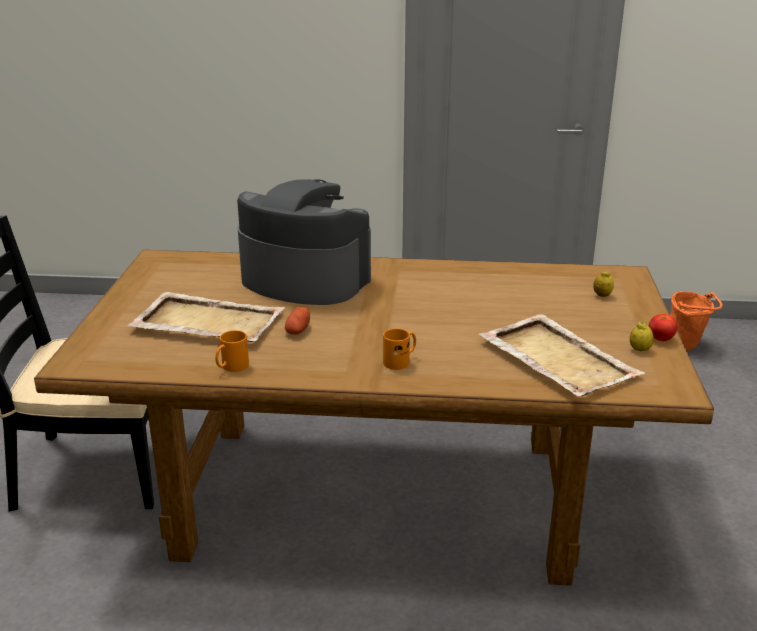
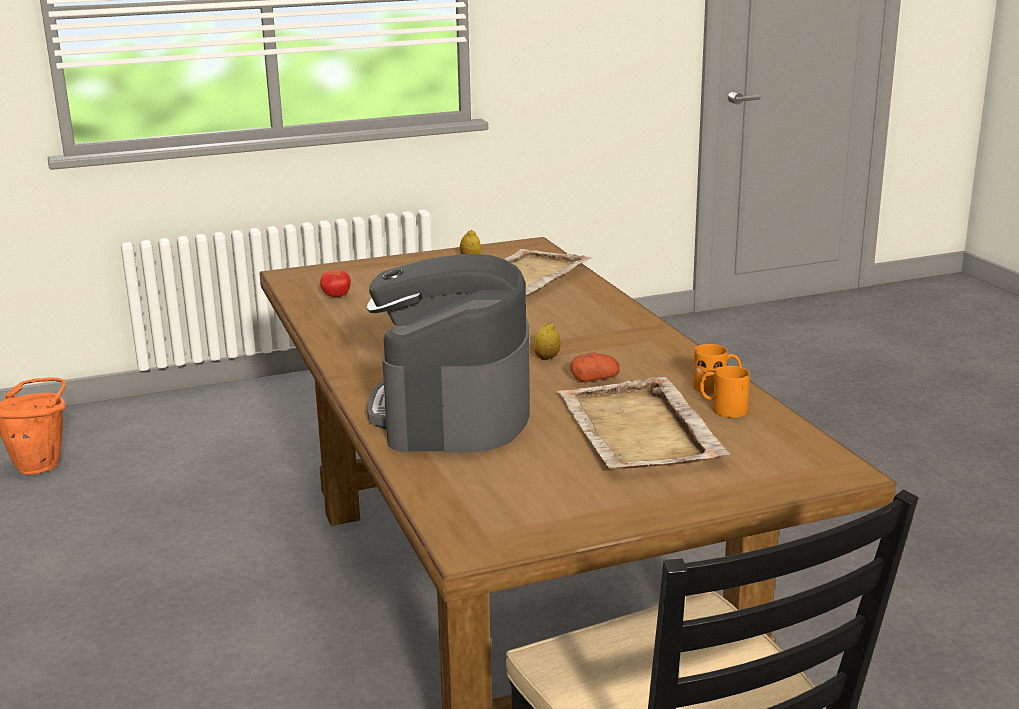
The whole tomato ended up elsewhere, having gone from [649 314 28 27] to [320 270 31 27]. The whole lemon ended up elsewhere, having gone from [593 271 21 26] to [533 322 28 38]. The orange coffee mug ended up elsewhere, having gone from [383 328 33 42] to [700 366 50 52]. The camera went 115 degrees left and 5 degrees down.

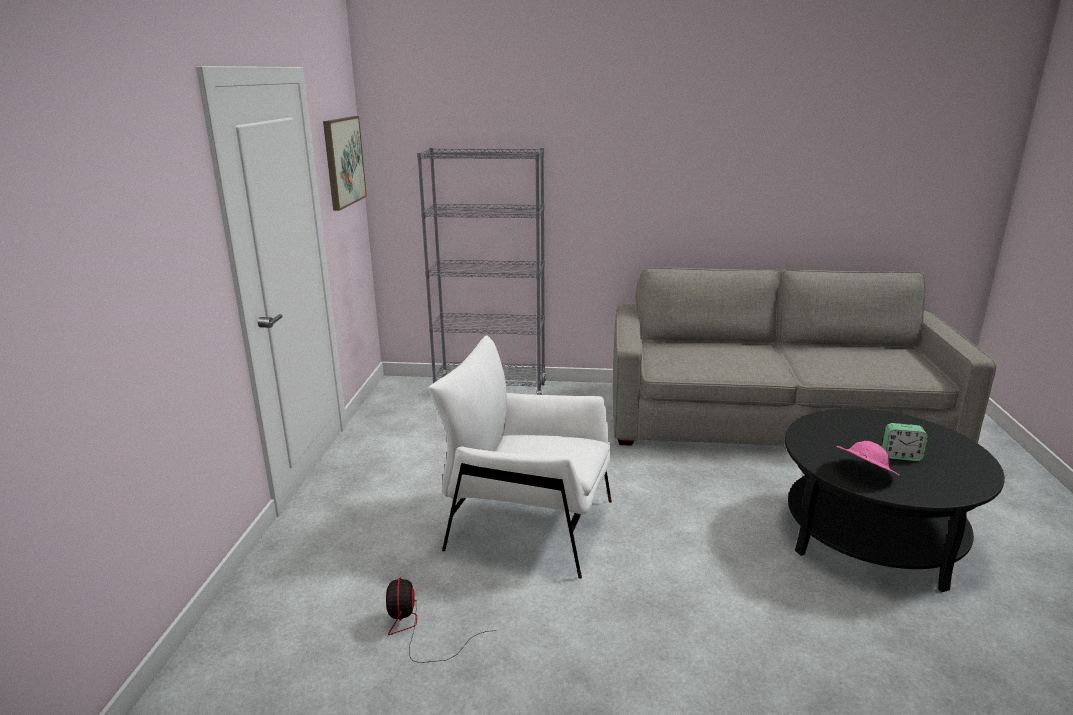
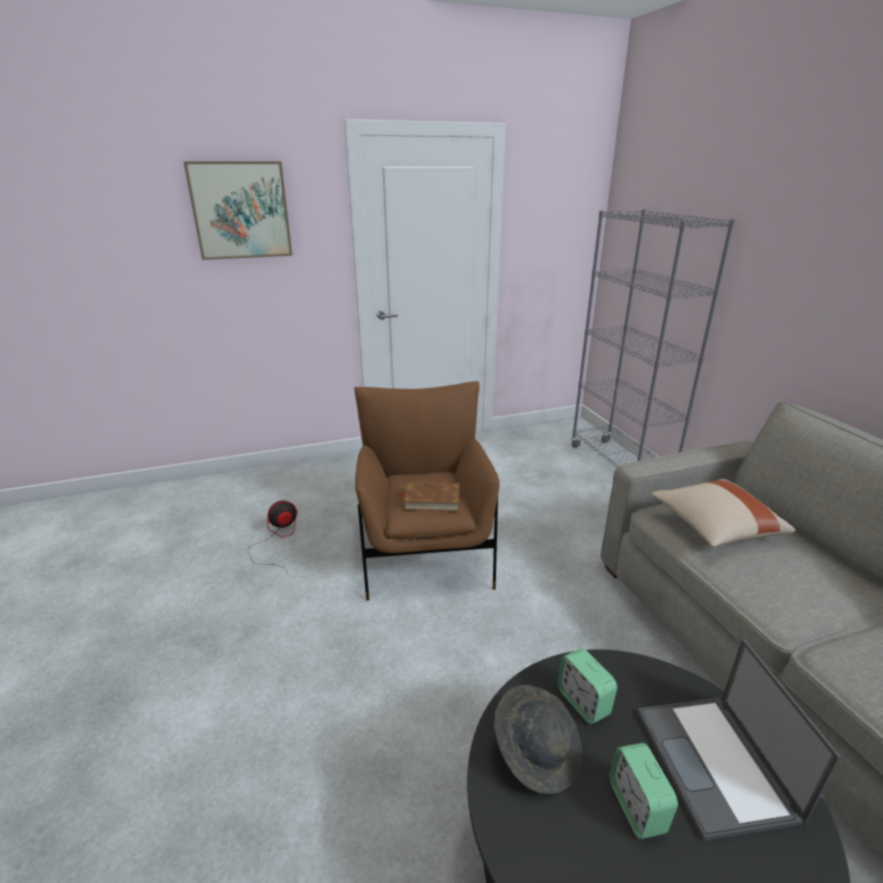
The wall picture ended up elsewhere, having gone from [323 116 44 95] to [183 161 109 99]. What was the white lounge chair at [429 335 183 244] turned into the brown-coloured lounge chair at [354 381 145 220]. The second view gained the brown-coloured bound book at [396 482 64 29]. What was the pink-coloured hat at [837 441 63 35] turned into the grey hat at [494 685 88 109]. The second view gained the alarm clock at [557 648 60 76]. The second view gained the portable computer at [637 638 204 203]. The second view gained the beige throw pillow at [651 479 145 68]. The camera went 65 degrees right and 5 degrees up.

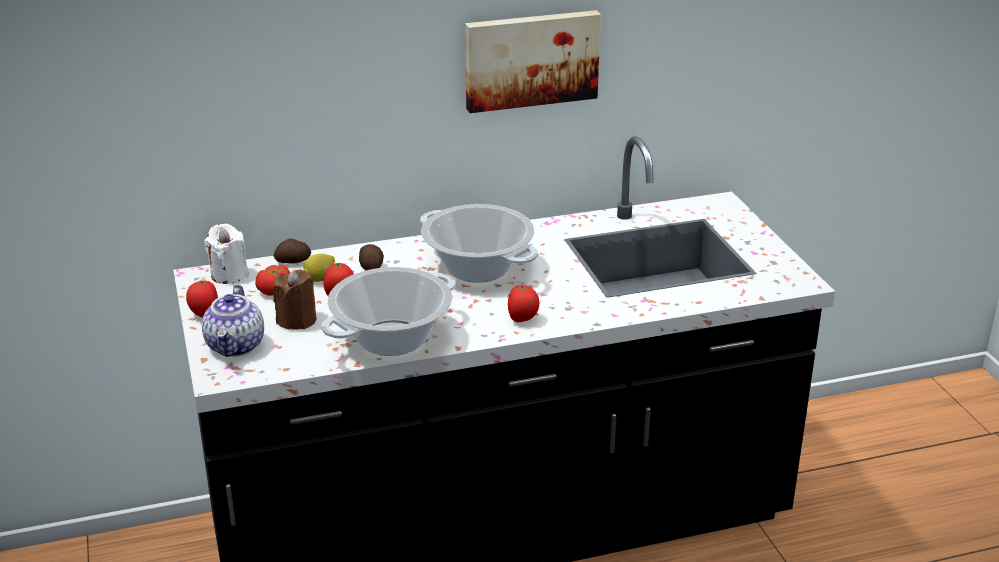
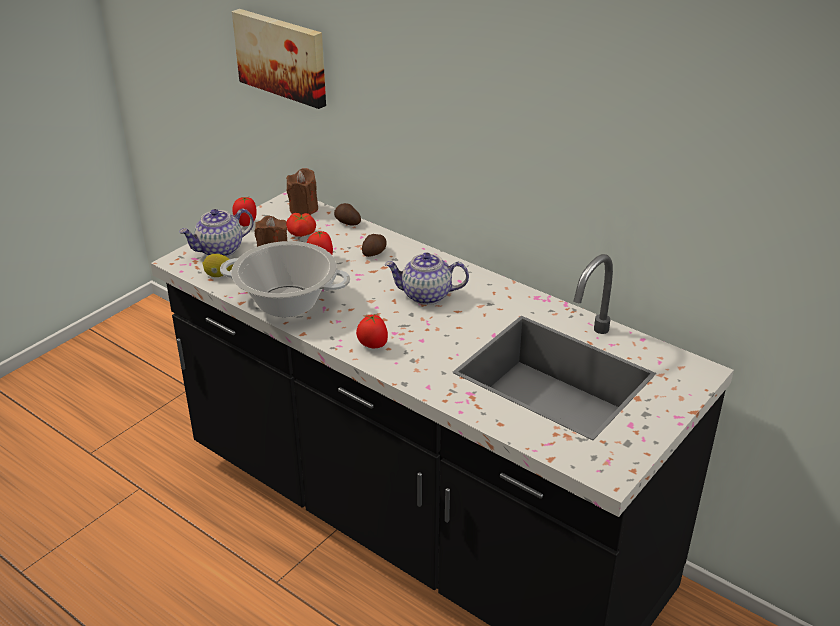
The whole lemon ended up elsewhere, having gone from [304 254 31 28] to [202 254 31 23]. The wall picture ended up elsewhere, having gone from [465 10 136 103] to [232 9 94 100]. What was the white wax light at [204 224 45 60] turned into the brown-coloured wax light at [286 168 32 47]. Where the cooking pot stood at [420 204 118 79], the tea pot came to stand at [385 252 84 53]. The camera went 55 degrees right and 5 degrees up.

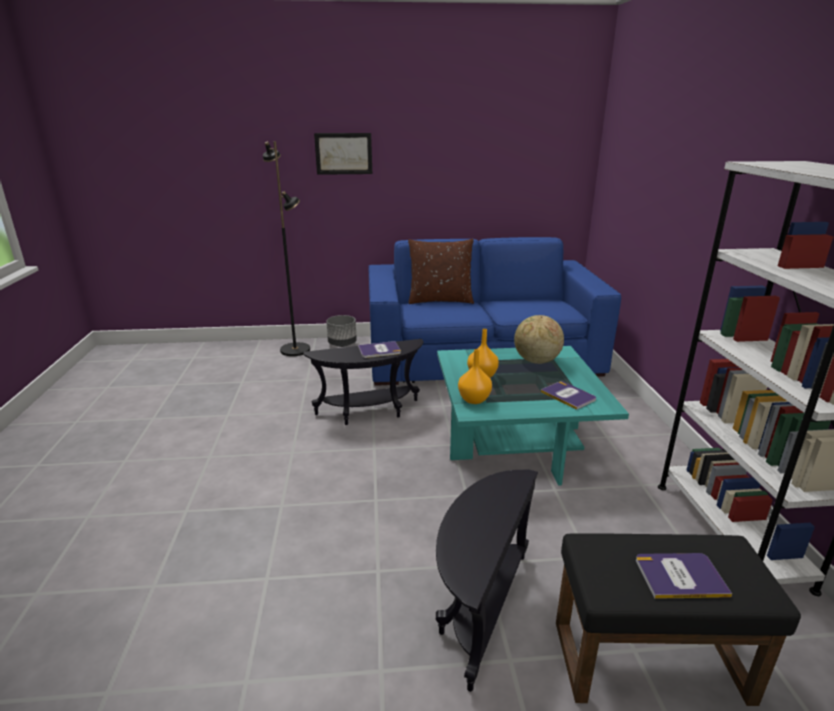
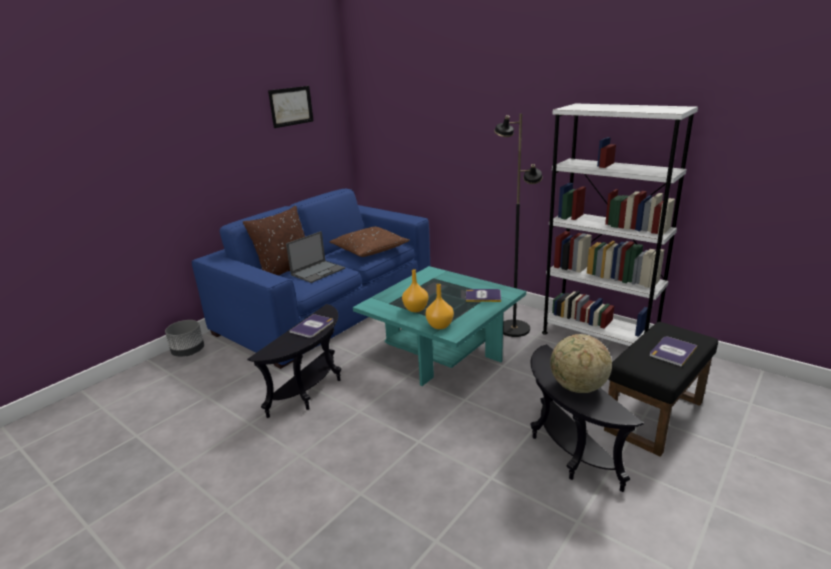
The wall picture ended up elsewhere, having gone from [314 133 58 42] to [268 86 46 42]. The second view gained the portable computer at [286 231 59 52]. The second view gained the brown-coloured throw pillow at [330 227 80 30]. The black standard lamp ended up elsewhere, having gone from [263 141 47 215] to [494 114 49 223]. The world globe ended up elsewhere, having gone from [514 315 50 49] to [550 334 62 59]. The camera went 45 degrees left and 0 degrees up.

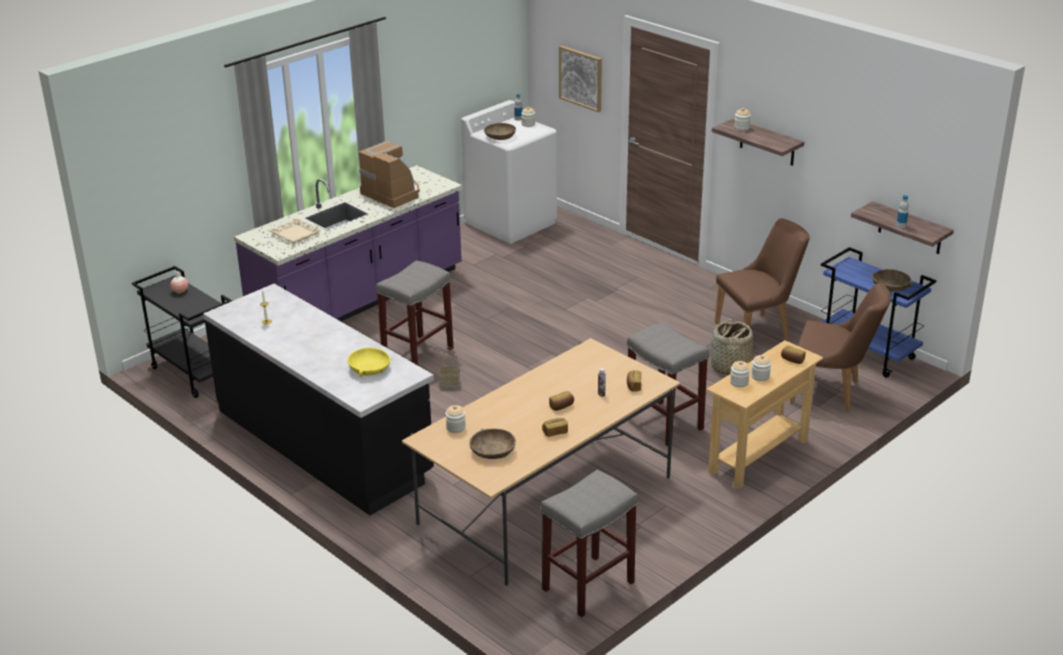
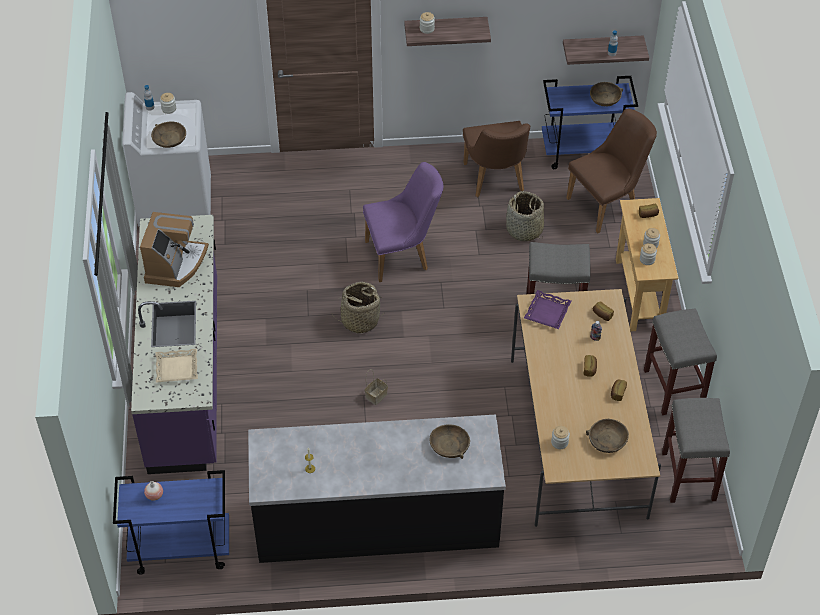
What was the black wheeled cart at [132 266 100 132] turned into the blue wheeled cart at [113 470 116 104]. The coffee brewer at [359 141 61 67] ended up facing another way, 105 degrees clockwise from before. The second view gained the basket at [332 282 51 52]. The second view gained the purplish upright chair at [363 162 80 120]. What was the yellow-coloured deep dish at [348 348 42 29] turned into the brown-coloured deep dish at [430 425 40 34]. The brown-coloured upright chair at [715 218 95 122] ended up facing another way, 150 degrees clockwise from before. The second view gained the purplish carrying tray at [524 290 47 39]. The grey stool ended up elsewhere, having gone from [376 261 78 104] to [644 308 73 107]. The second view lost the wall picture at [559 46 43 66]. The camera went 50 degrees left and 20 degrees up.

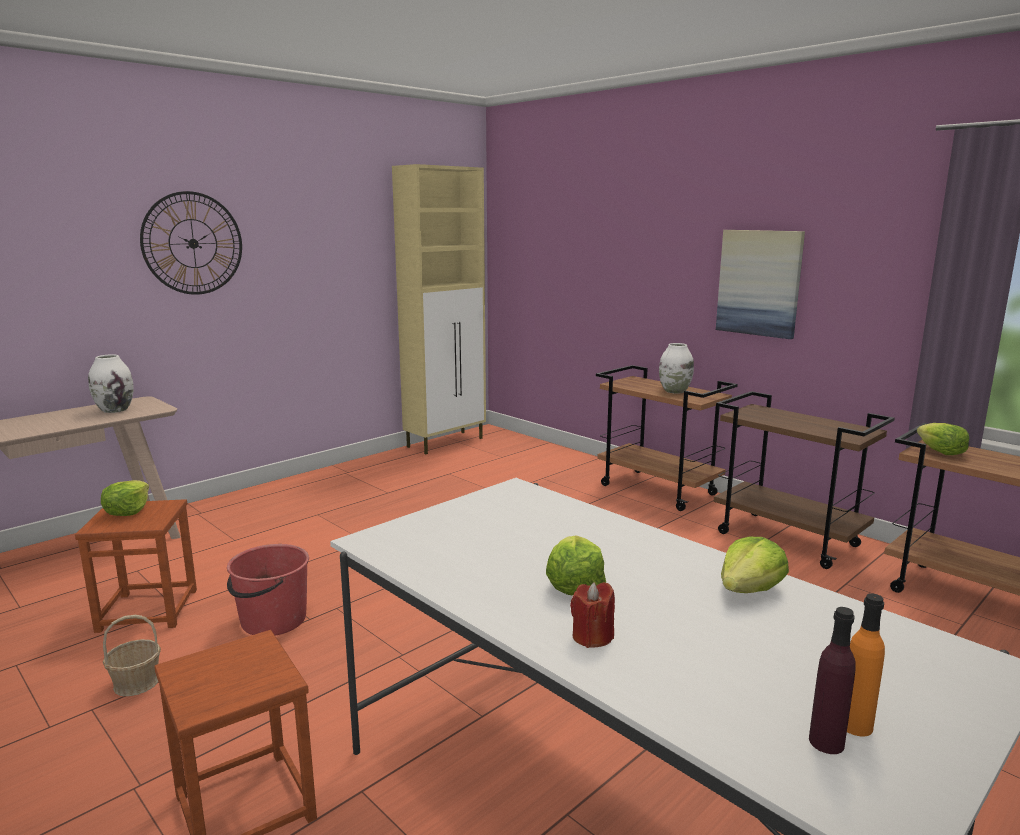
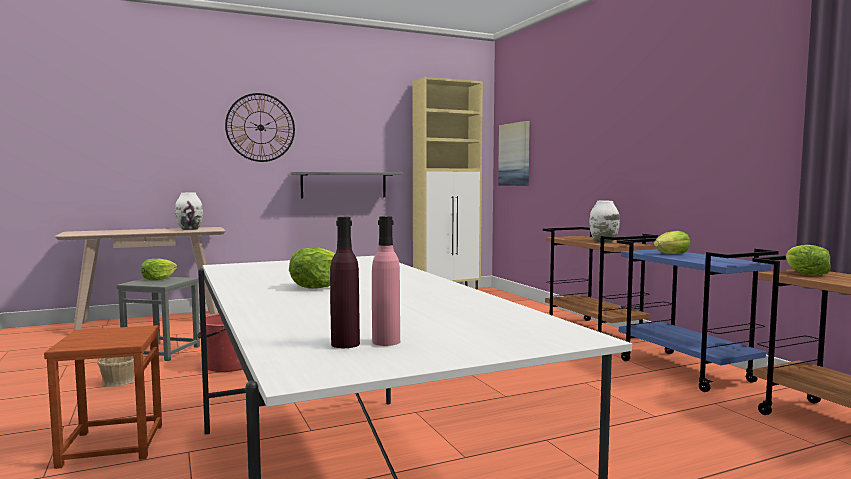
What was the brown-coloured stool at [75 499 122 134] turned into the grey stool at [117 277 83 84]. The second view gained the grey wall shelf at [291 172 113 26]. What was the orange beverage bottle at [847 593 38 143] turned into the pink-coloured beverage bottle at [372 216 28 130]. The wall picture ended up elsewhere, having gone from [716 230 89 109] to [498 121 32 65]. What was the brown-coloured wheeled cart at [714 391 181 178] turned into the blue wheeled cart at [617 238 162 154]. The lettuce head ended up elsewhere, having gone from [721 537 68 56] to [654 231 36 23]. The second view lost the red wax light at [570 582 45 66]. The camera went 20 degrees right and 10 degrees down.

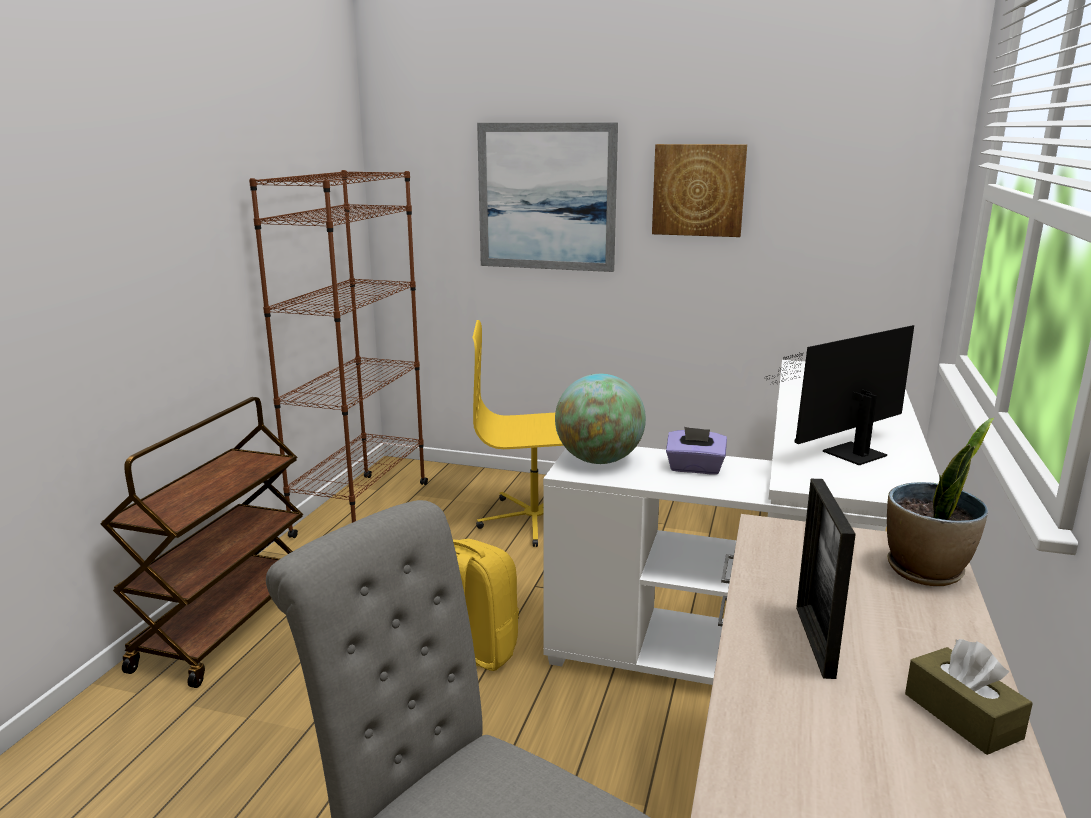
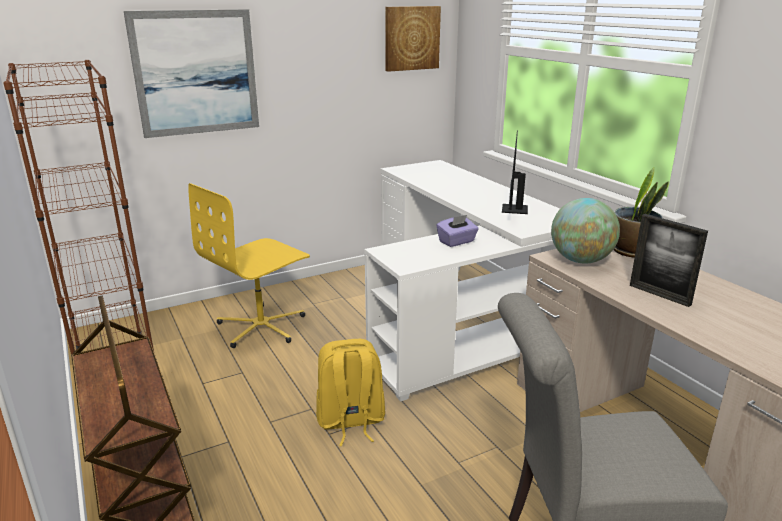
The wall picture ended up elsewhere, having gone from [652 144 95 93] to [385 6 56 66]. The world globe ended up elsewhere, having gone from [555 374 91 90] to [551 198 69 65]. The second view lost the brown-coloured tissue holder at [905 639 128 116]. The camera went 45 degrees left and 5 degrees up.

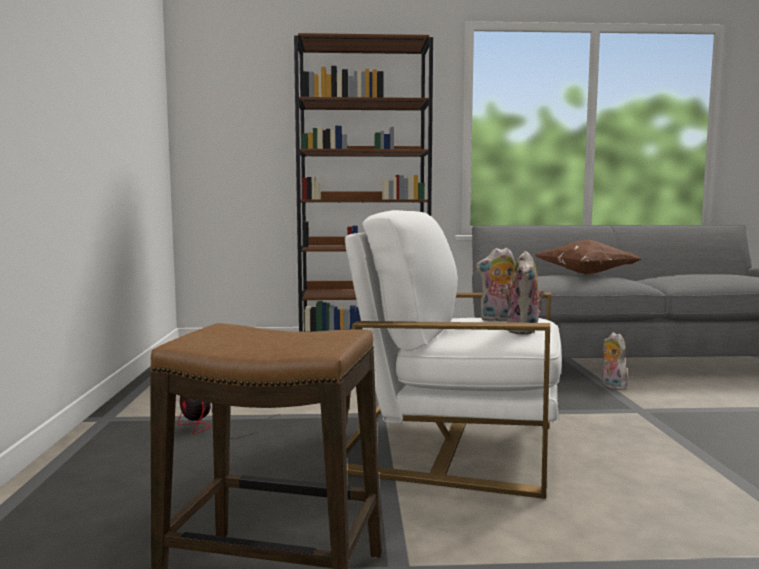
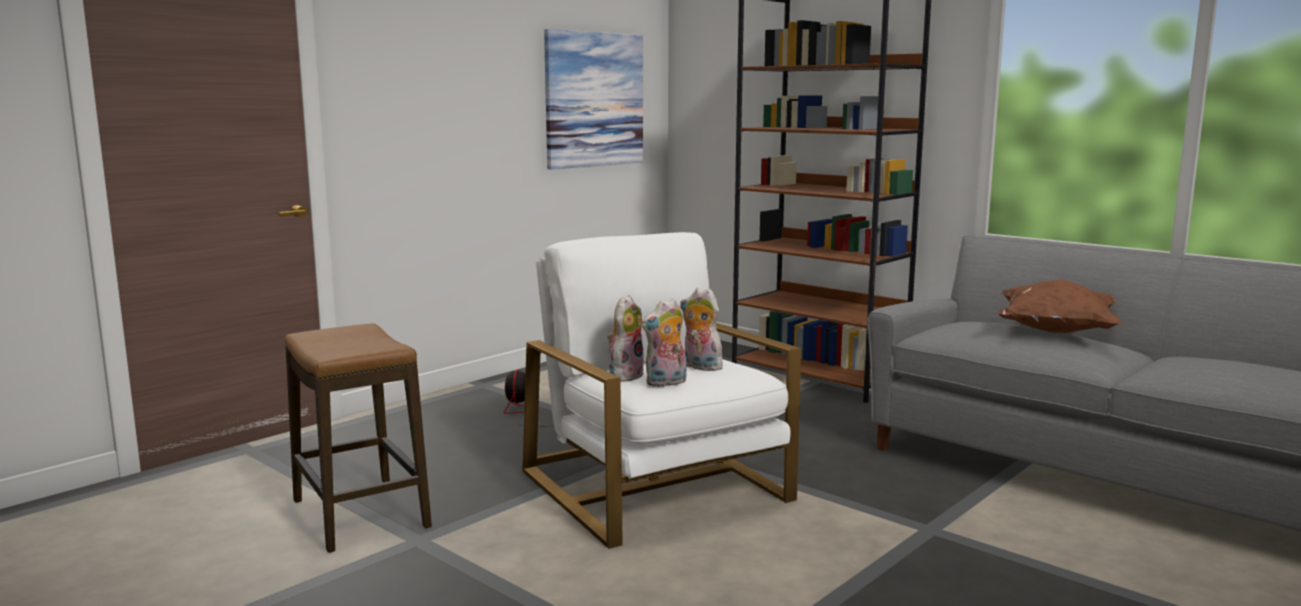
The second view gained the wall picture at [544 29 99 141]. The soft toy ended up elsewhere, having gone from [602 332 26 58] to [607 295 36 87]. The camera went 45 degrees right and 5 degrees up.

